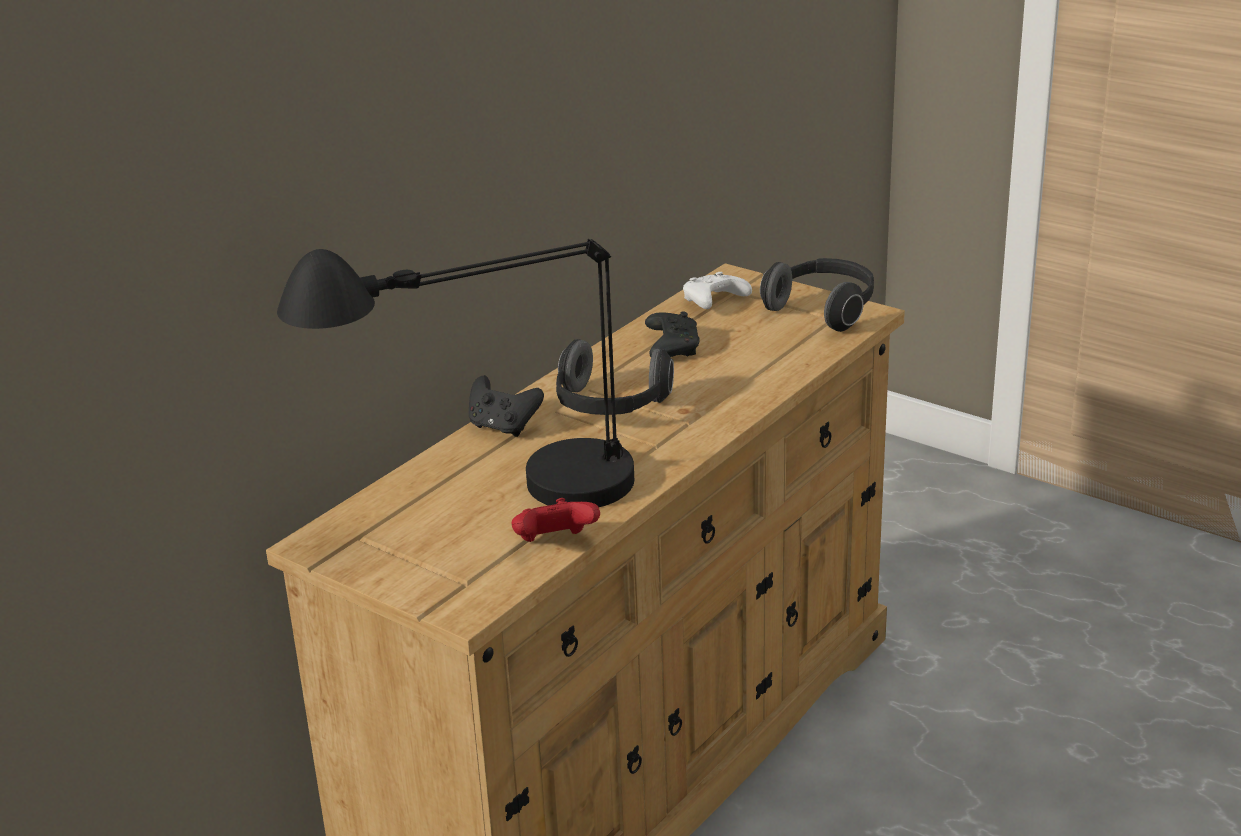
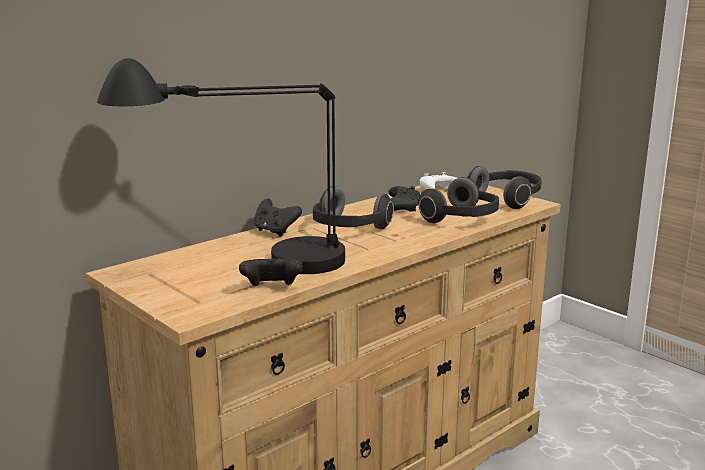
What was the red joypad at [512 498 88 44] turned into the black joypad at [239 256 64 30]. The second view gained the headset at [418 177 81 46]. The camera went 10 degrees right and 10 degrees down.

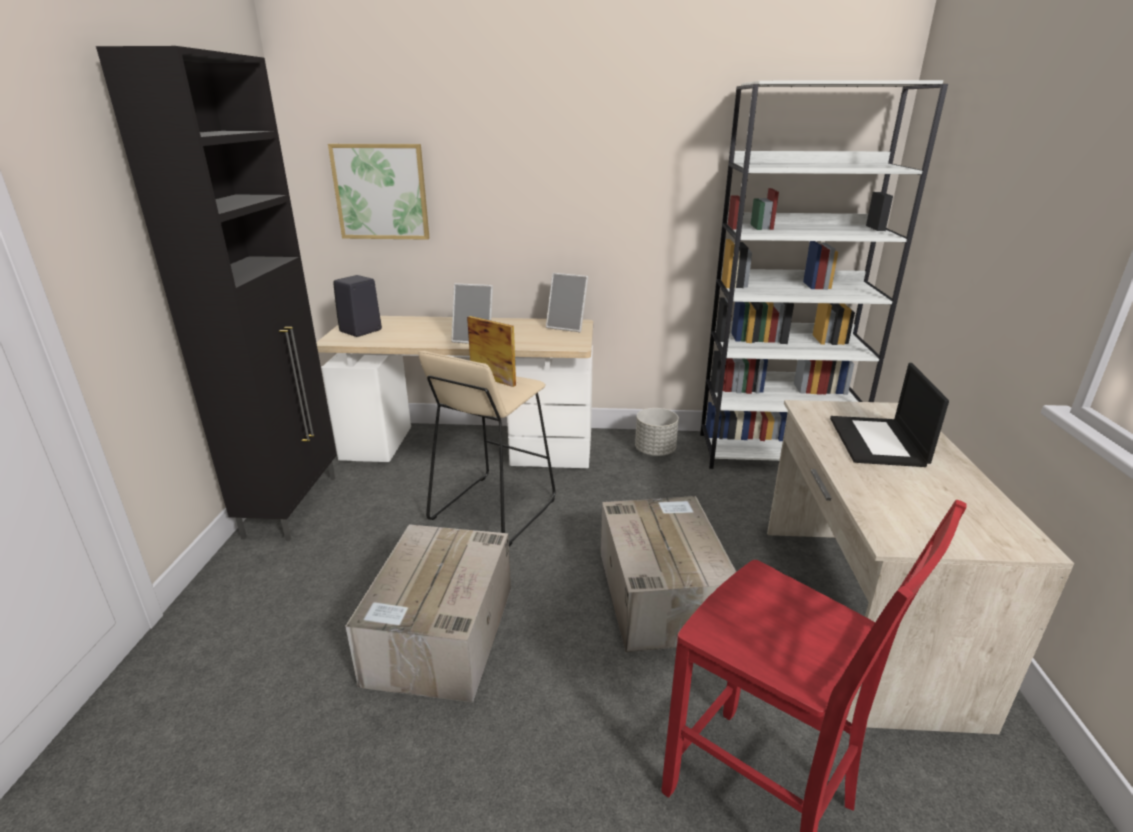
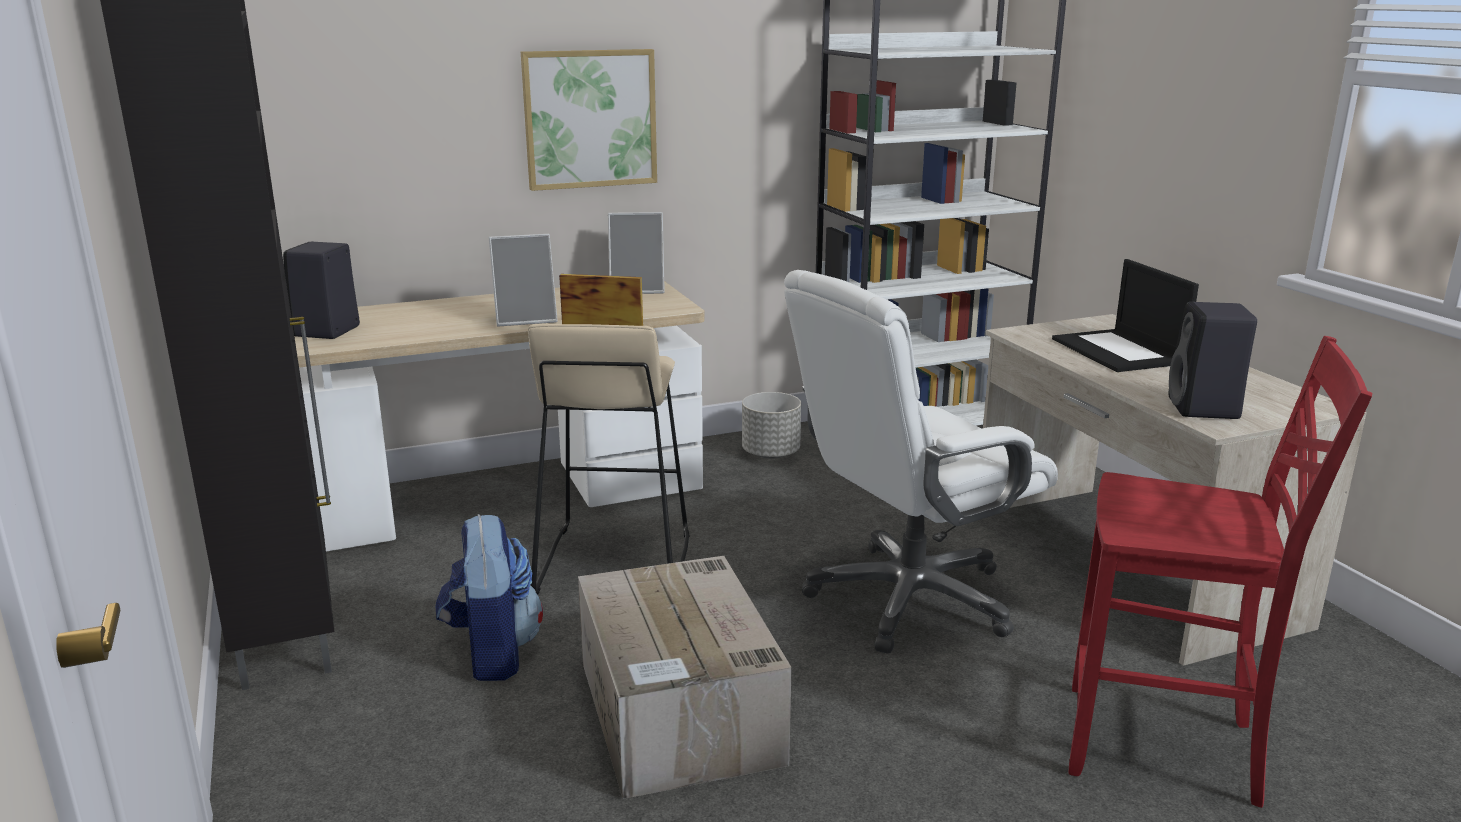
The second view gained the knapsack at [436 514 107 167]. The wall picture ended up elsewhere, having gone from [328 144 101 96] to [521 49 136 142]. Where the packing box stood at [601 496 135 156], the white office chair came to stand at [784 270 274 384]. The second view gained the black loudspeaker at [1168 302 89 117]. The camera went 25 degrees left and 5 degrees down.

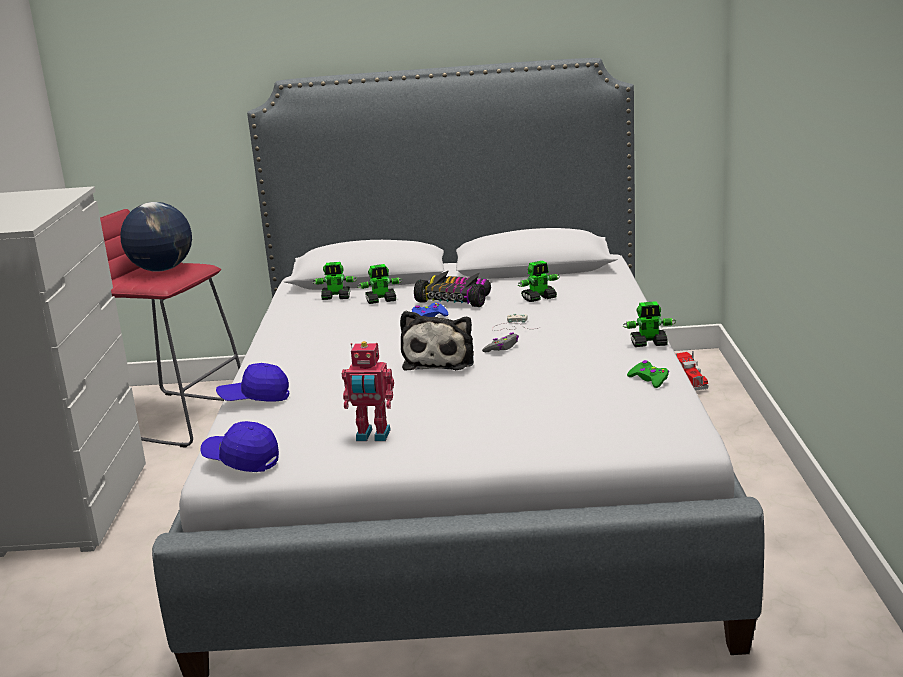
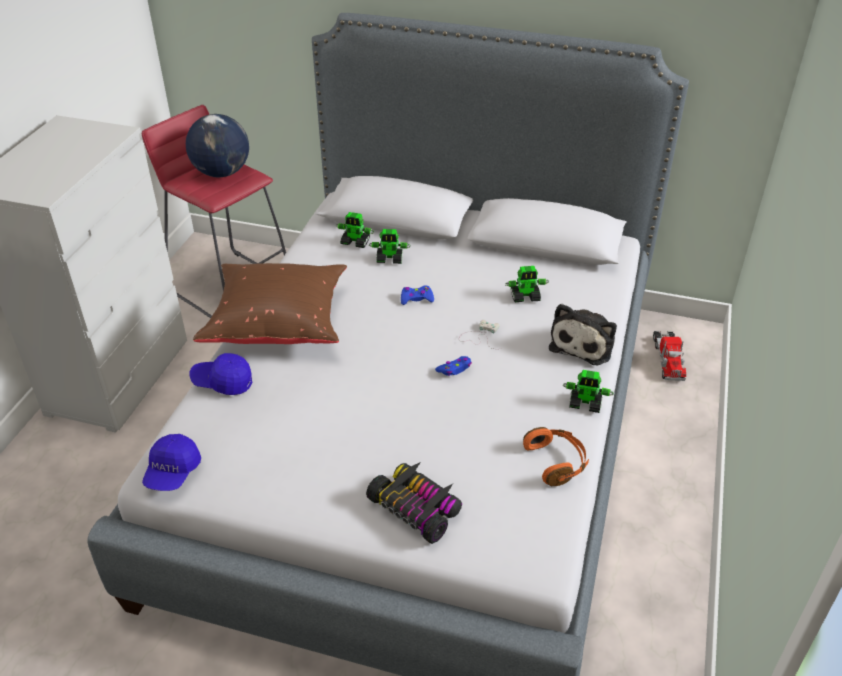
The blue peaked cap at [201 421 78 51] ended up facing another way, 120 degrees counterclockwise from before. The second view gained the brown-coloured throw pillow at [193 263 154 81]. The model car ended up elsewhere, having gone from [414 270 77 37] to [366 462 96 82]. What was the grey joypad at [482 332 37 20] turned into the blue joypad at [435 356 37 20]. Where the greenish joypad stood at [627 360 42 28], the orange headset came to stand at [523 427 66 59]. The soft toy ended up elsewhere, having gone from [400 311 74 59] to [549 304 68 61]. The second view lost the robot figure at [342 341 52 100]. The camera went 15 degrees right and 20 degrees up.

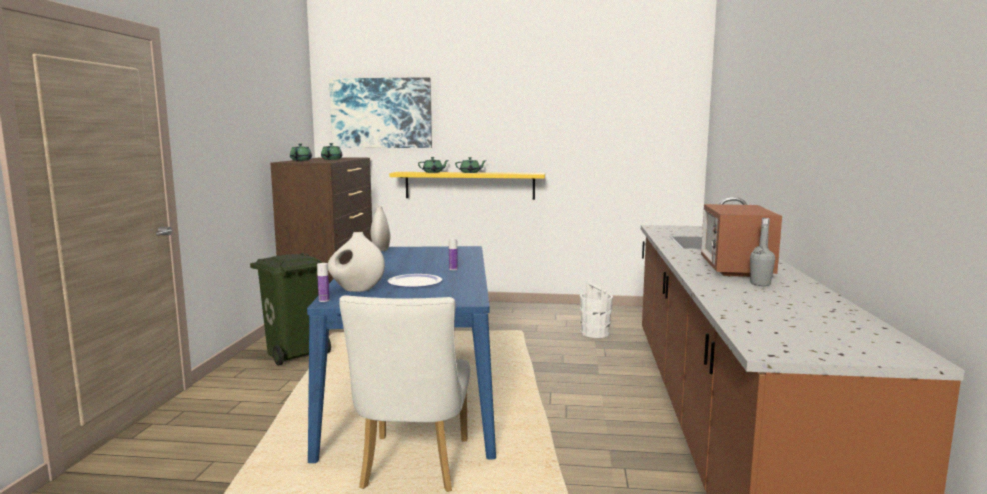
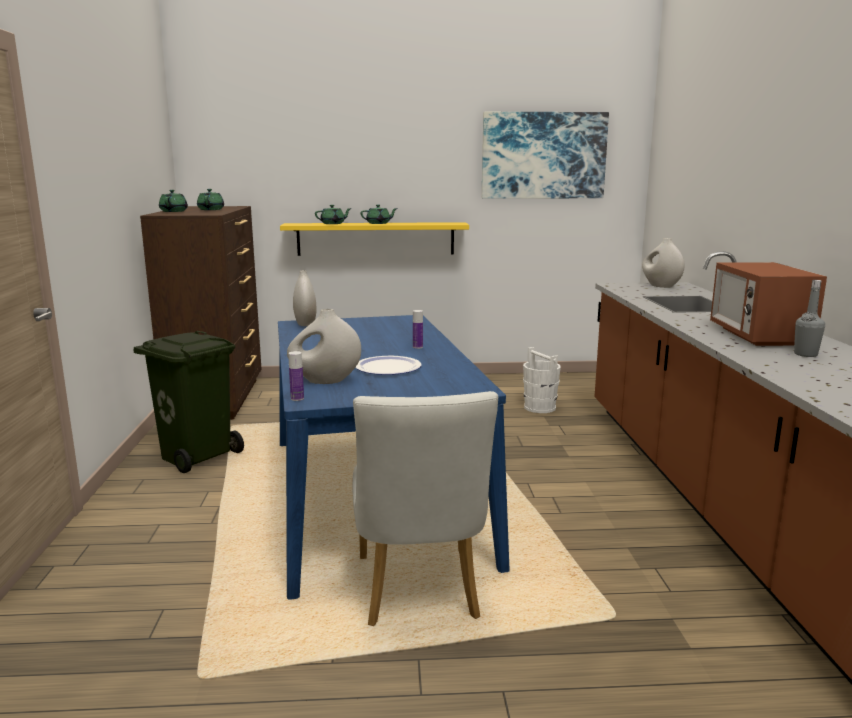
The wall picture ended up elsewhere, having gone from [329 77 103 71] to [482 112 127 87]. The second view gained the white decorative vase at [642 238 43 50]. The camera went 10 degrees left and 5 degrees up.

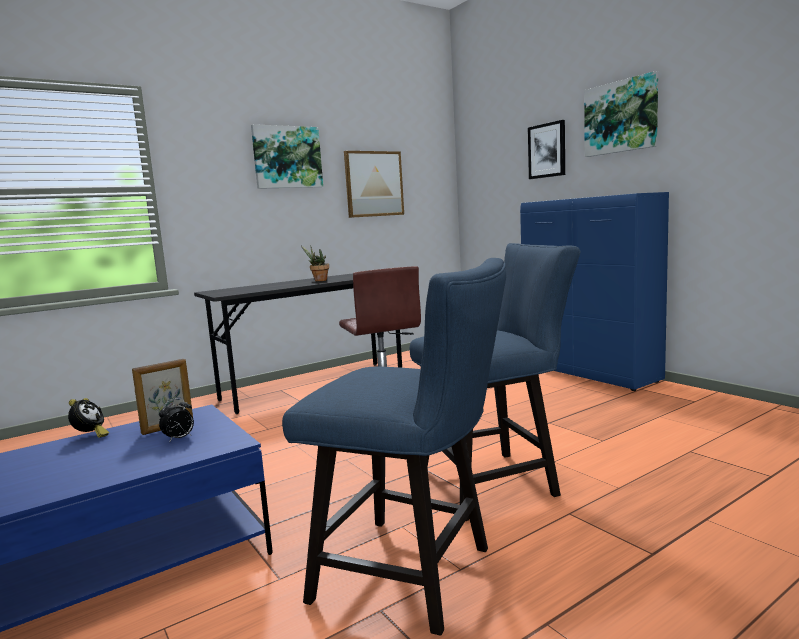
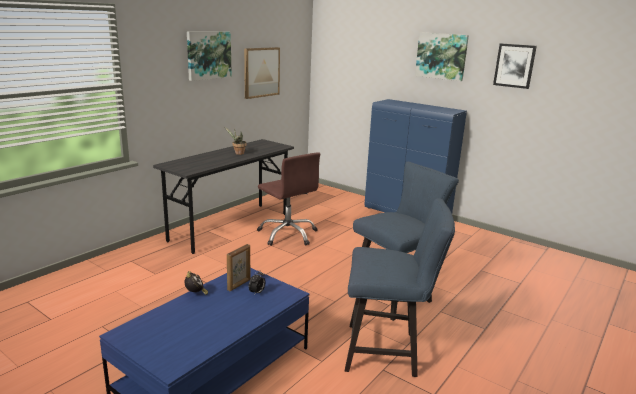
The wall picture ended up elsewhere, having gone from [528 120 37 59] to [493 43 44 46]. The camera went 20 degrees left and 10 degrees up.

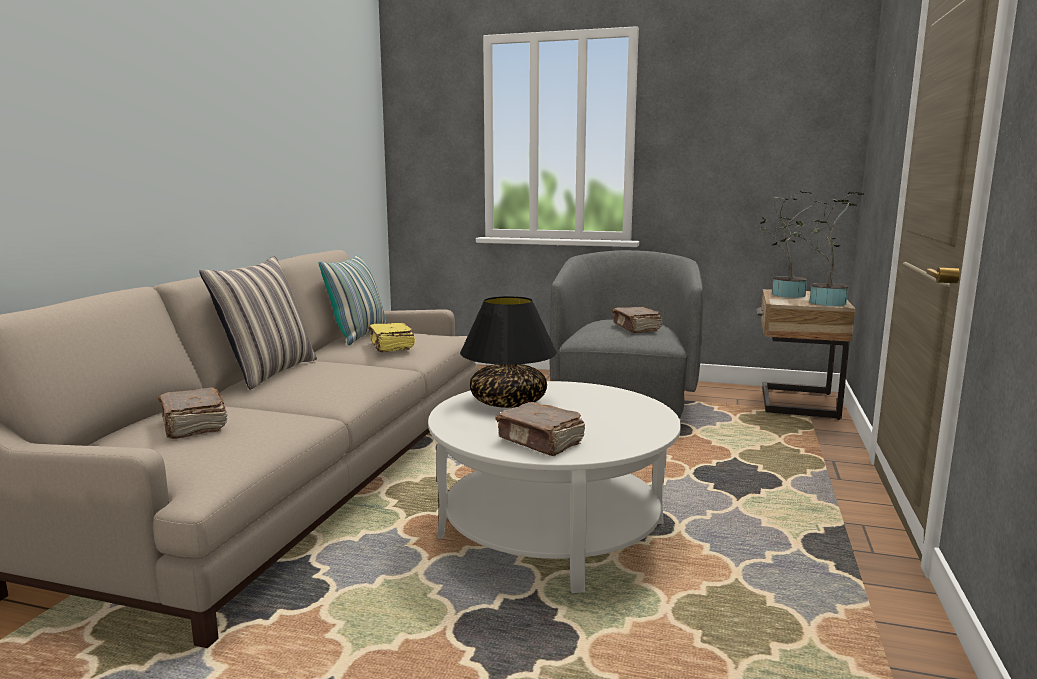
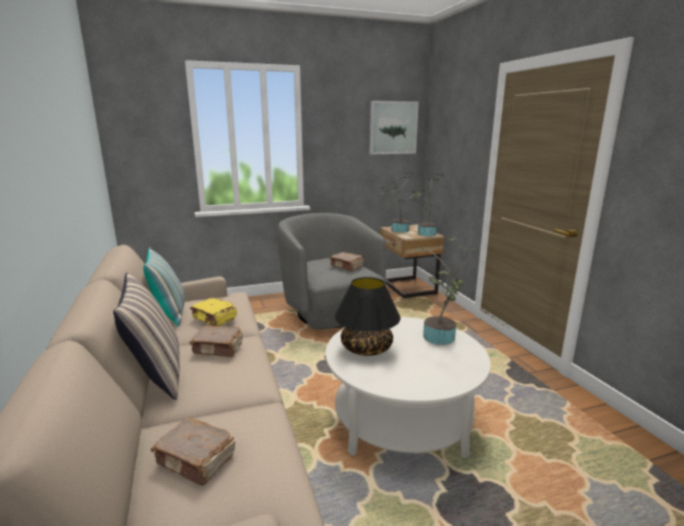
The brown-coloured bound book ended up elsewhere, having gone from [496 402 89 54] to [190 326 53 31]. The second view gained the wall picture at [370 101 49 54]. The second view gained the plant in a pot at [415 238 62 107]. The camera went 35 degrees left and 5 degrees up.

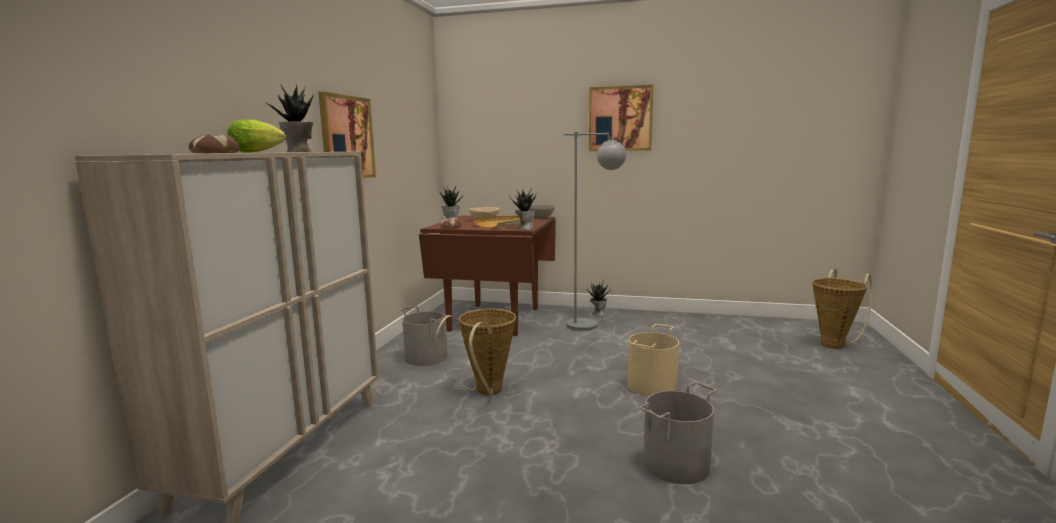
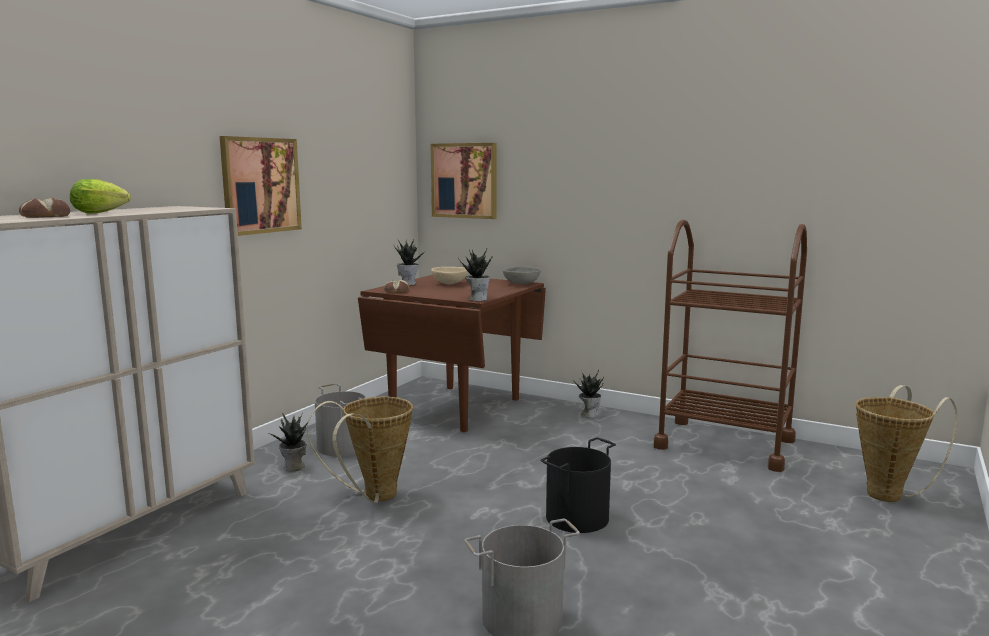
The plant in a pot ended up elsewhere, having gone from [264 85 50 67] to [267 413 41 58]. The wall picture ended up elsewhere, having gone from [589 85 64 66] to [431 143 66 76]. What was the beige pail at [628 324 51 73] turned into the black pail at [541 437 75 96]. The second view gained the brown-coloured wheeled cart at [654 220 153 252]. The second view lost the beige carrying tray at [474 215 61 13]. The second view lost the grey standard lamp at [564 132 62 199]. The camera went 15 degrees right and 0 degrees up.

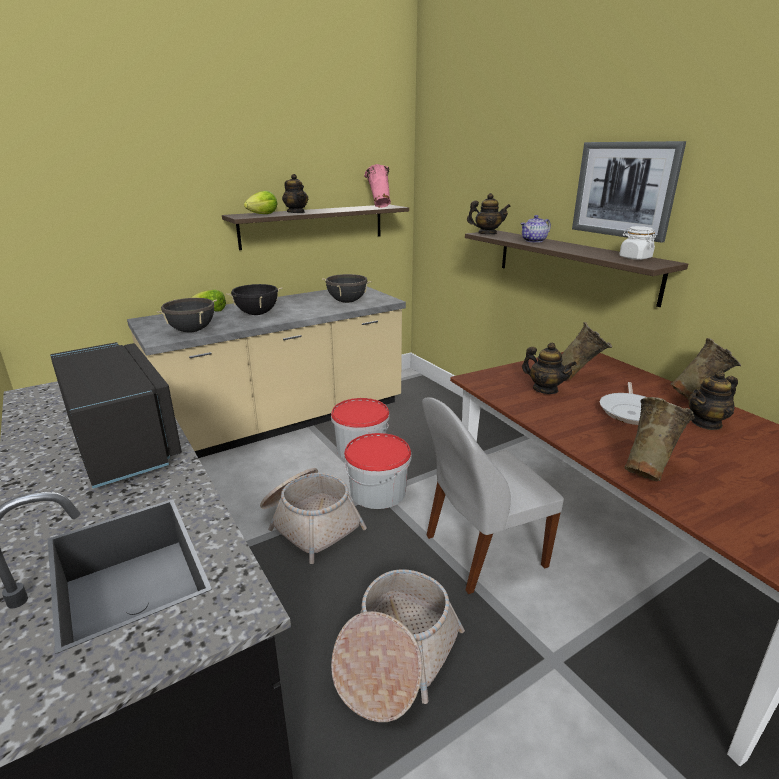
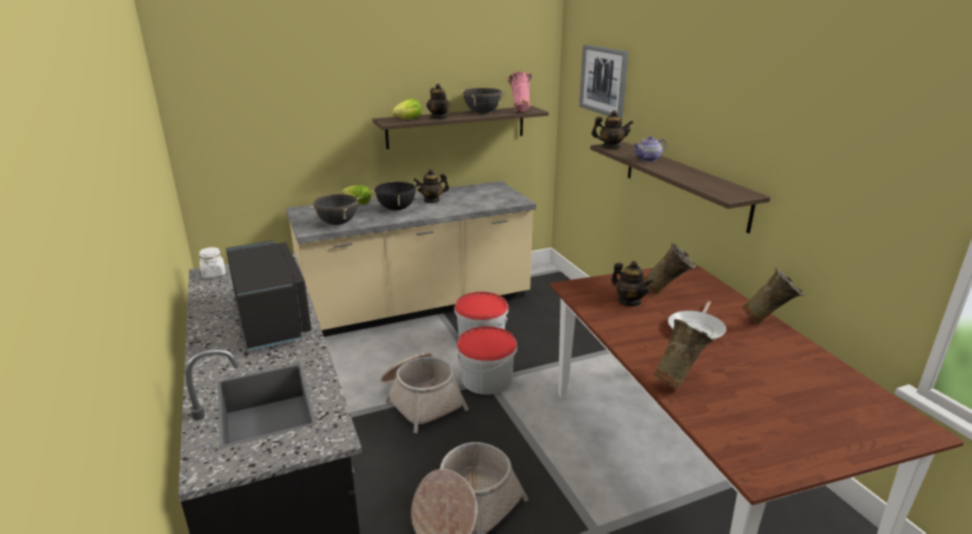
The white preserve jar ended up elsewhere, having gone from [619 226 37 34] to [199 247 27 31]. The tea pot ended up elsewhere, having gone from [689 370 49 60] to [413 169 36 34]. The black cooking pot ended up elsewhere, having gone from [322 274 50 29] to [461 88 44 26]. The wall picture ended up elsewhere, having gone from [572 141 114 102] to [579 44 50 75]. The second view lost the white upright chair at [422 398 142 196]. The camera went 10 degrees right and 0 degrees up.

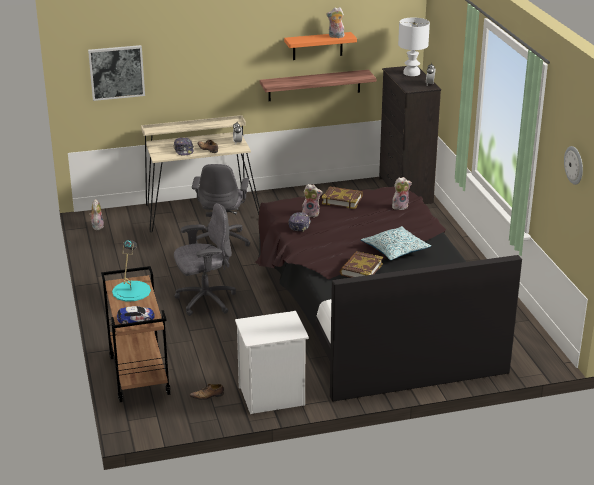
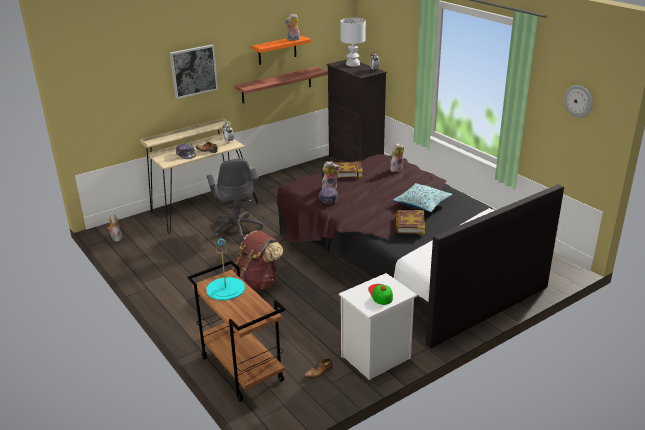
The wall picture ended up elsewhere, having gone from [88 45 57 56] to [170 45 48 54]. Where the grey office chair stood at [174 203 62 113], the brown-coloured knapsack came to stand at [230 230 53 61]. The second view gained the peaked cap at [368 284 25 21]. The second view lost the model car at [117 306 38 18]. The camera went 20 degrees left and 0 degrees up.

